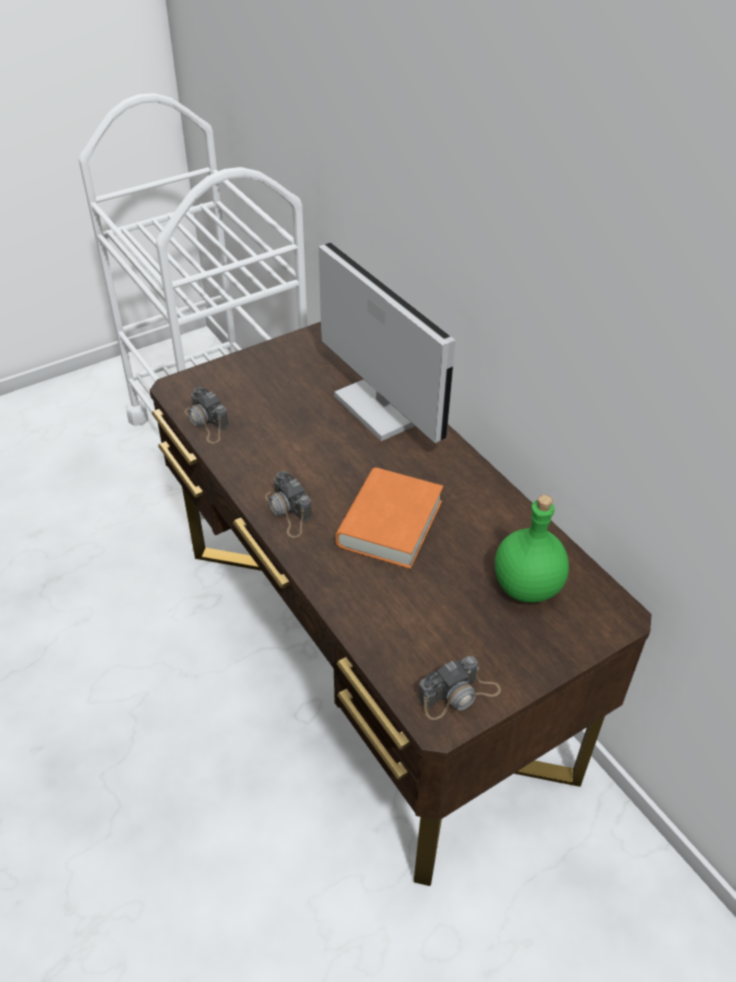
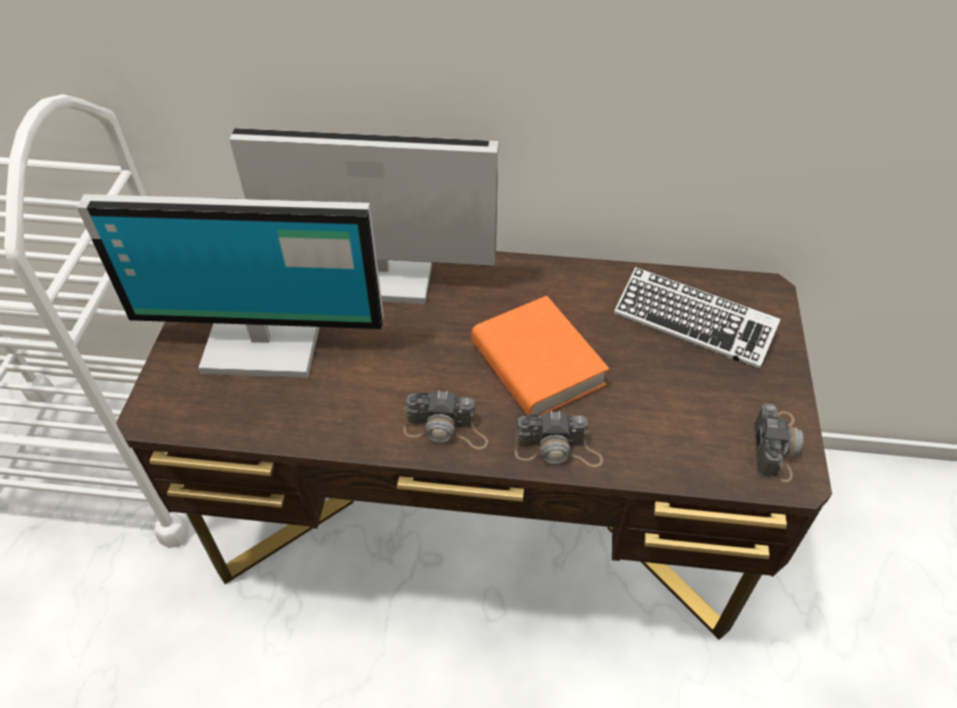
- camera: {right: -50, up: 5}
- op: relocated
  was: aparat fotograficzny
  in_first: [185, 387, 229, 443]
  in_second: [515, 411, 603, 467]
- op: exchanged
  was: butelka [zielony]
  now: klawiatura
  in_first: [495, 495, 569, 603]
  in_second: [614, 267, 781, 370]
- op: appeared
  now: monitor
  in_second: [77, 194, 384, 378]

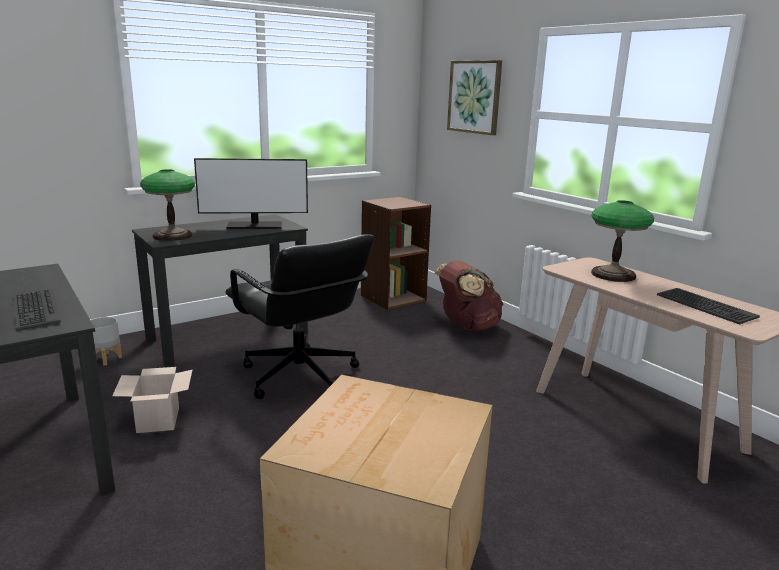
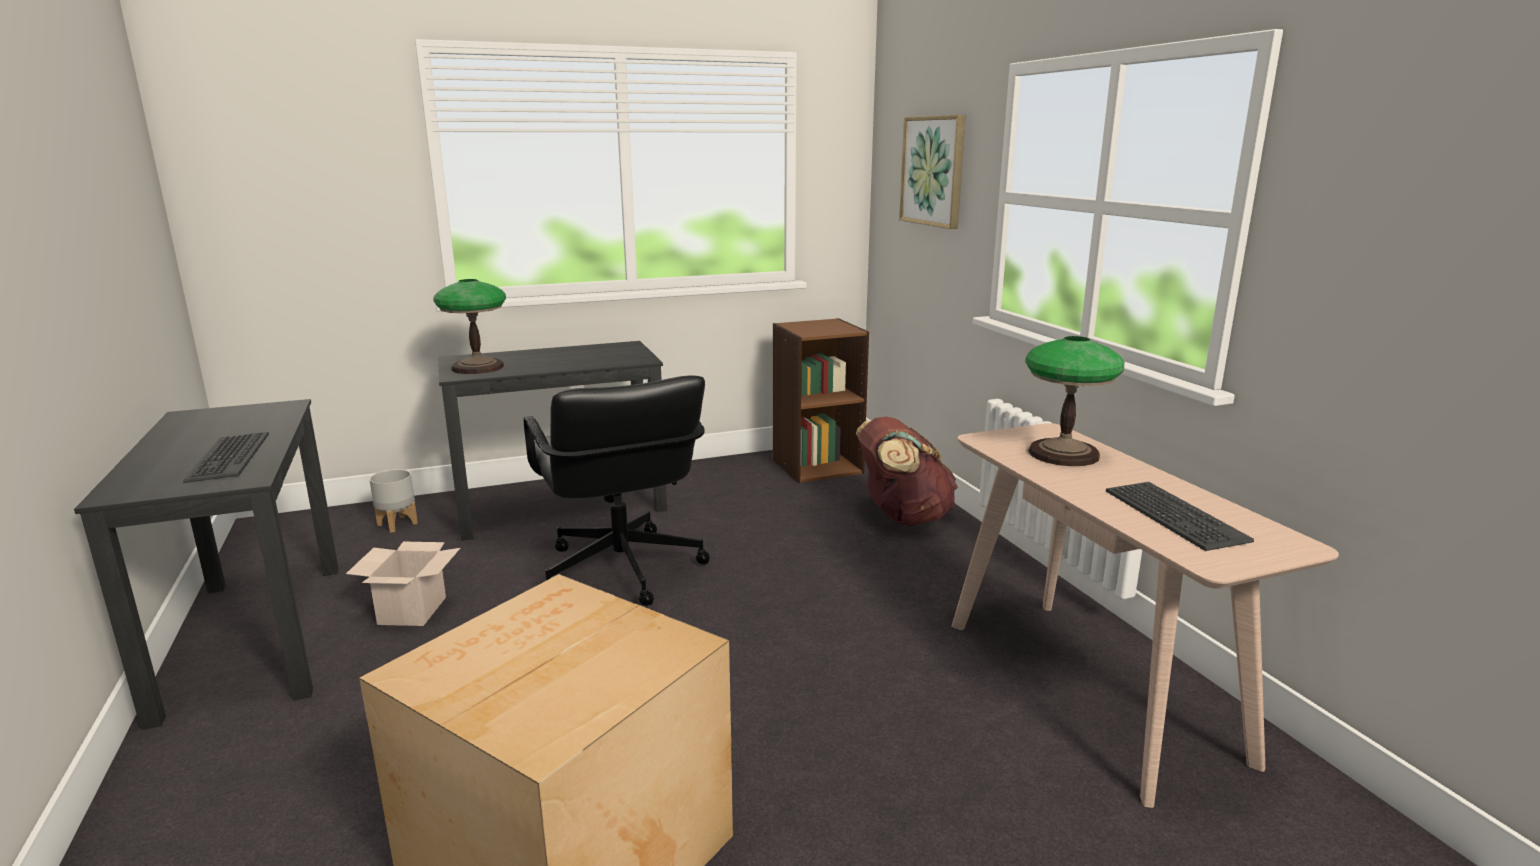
- camera: {right: 15, up: 0}
- op: missing
  was: monitor
  in_first: [194, 158, 308, 229]

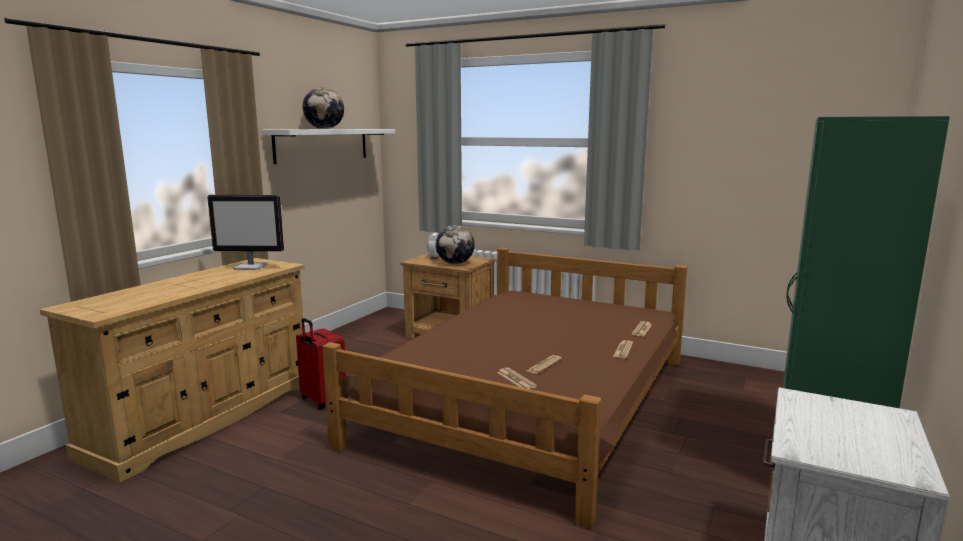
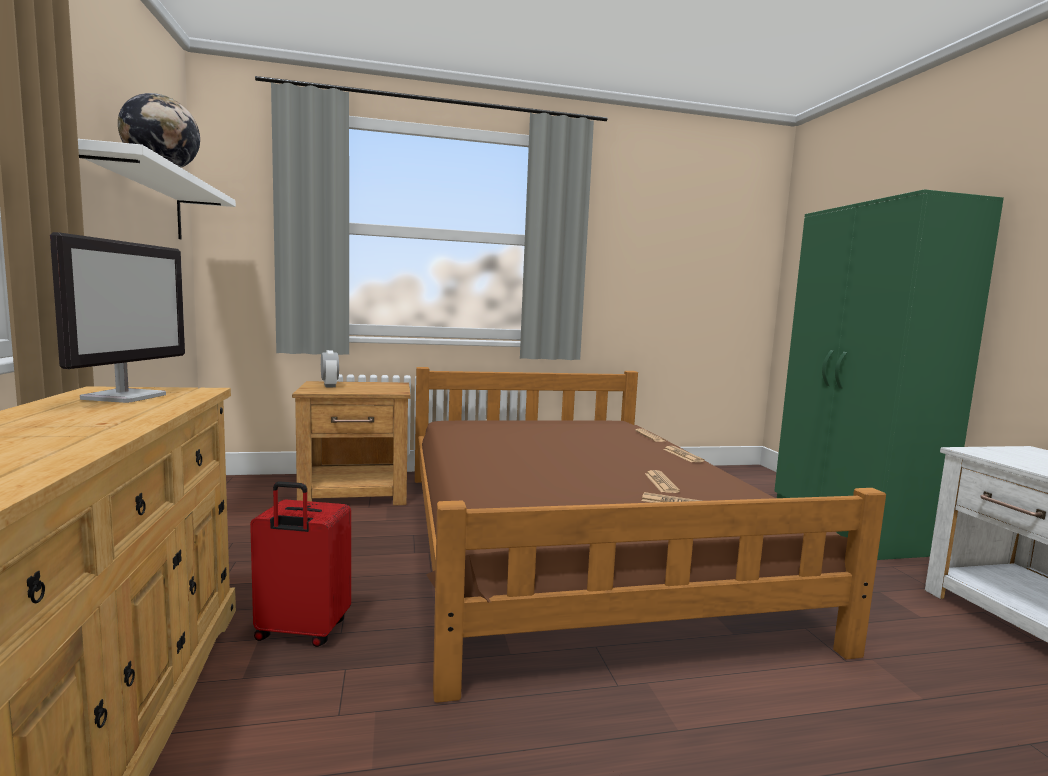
- camera: {right: -40, up: -5}
- op: spun
  was: monitor
  in_first: [207, 195, 284, 270]
  in_second: [50, 232, 185, 403]
  clockwise: -45
- op: missing
  was: globus
  in_first: [436, 225, 475, 264]

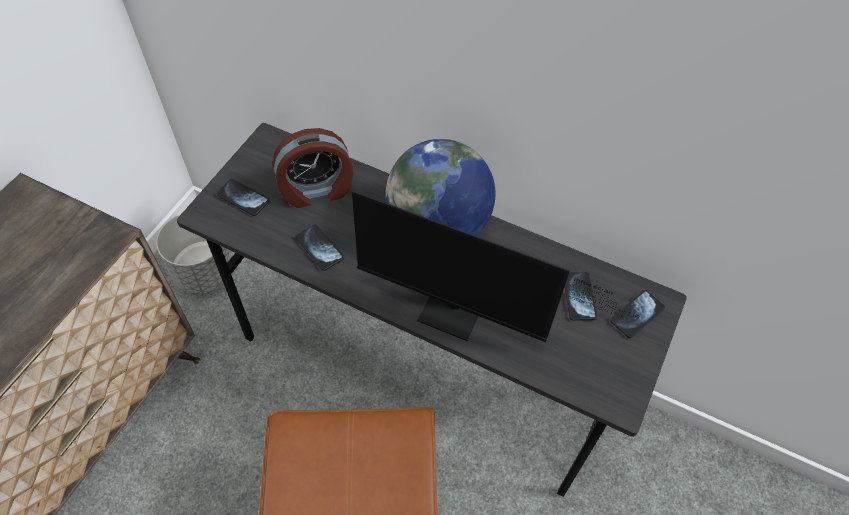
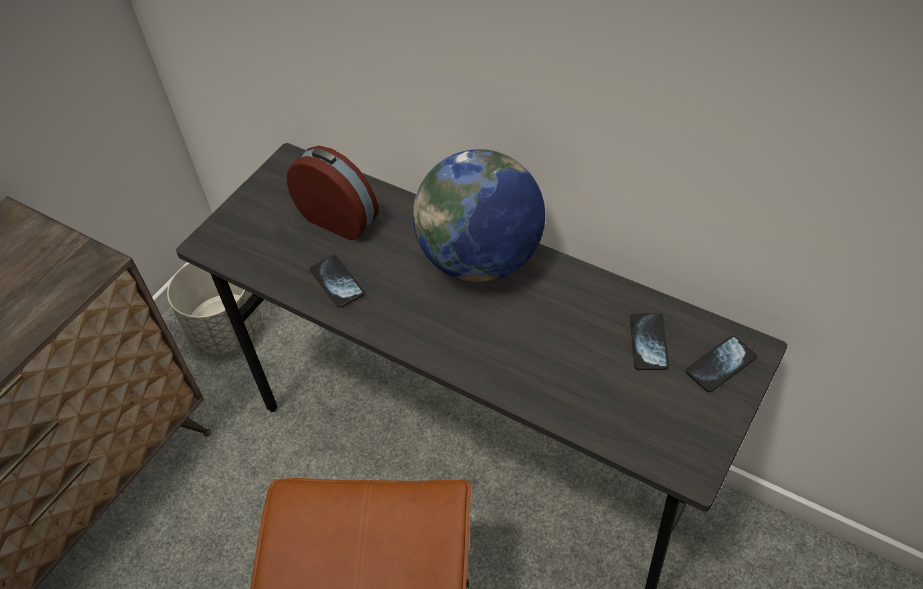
- camera: {right: 10, up: -5}
- op: missing
  was: telefon
  in_first: [217, 179, 270, 216]
- op: spun
  was: budzik
  in_first: [273, 128, 353, 208]
  in_second: [287, 146, 379, 240]
  clockwise: -135
- op: missing
  was: monitor
  in_first: [352, 191, 636, 342]

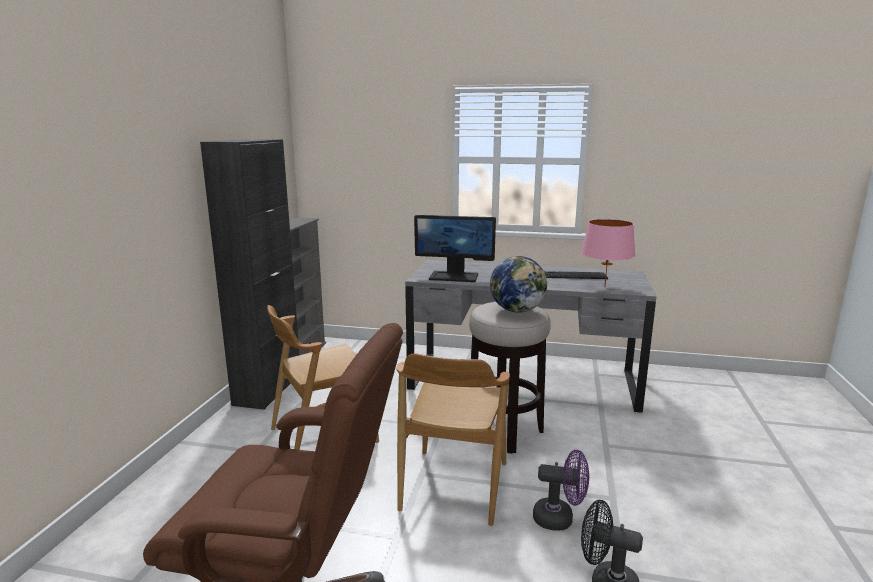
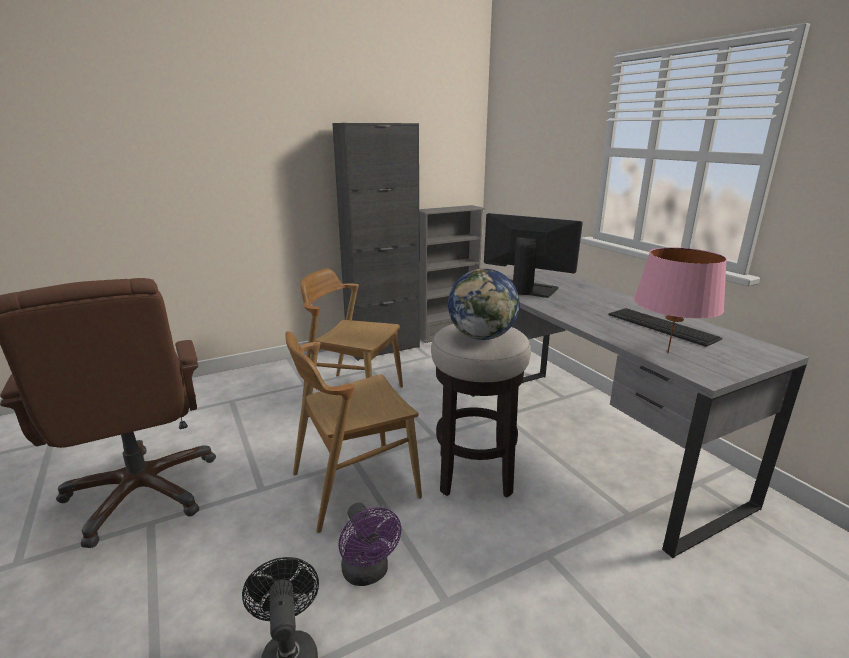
- camera: {right: 50, up: 5}
- op: spun
  was: monitor
  in_first: [414, 215, 496, 282]
  in_second: [484, 213, 583, 298]
  clockwise: 150

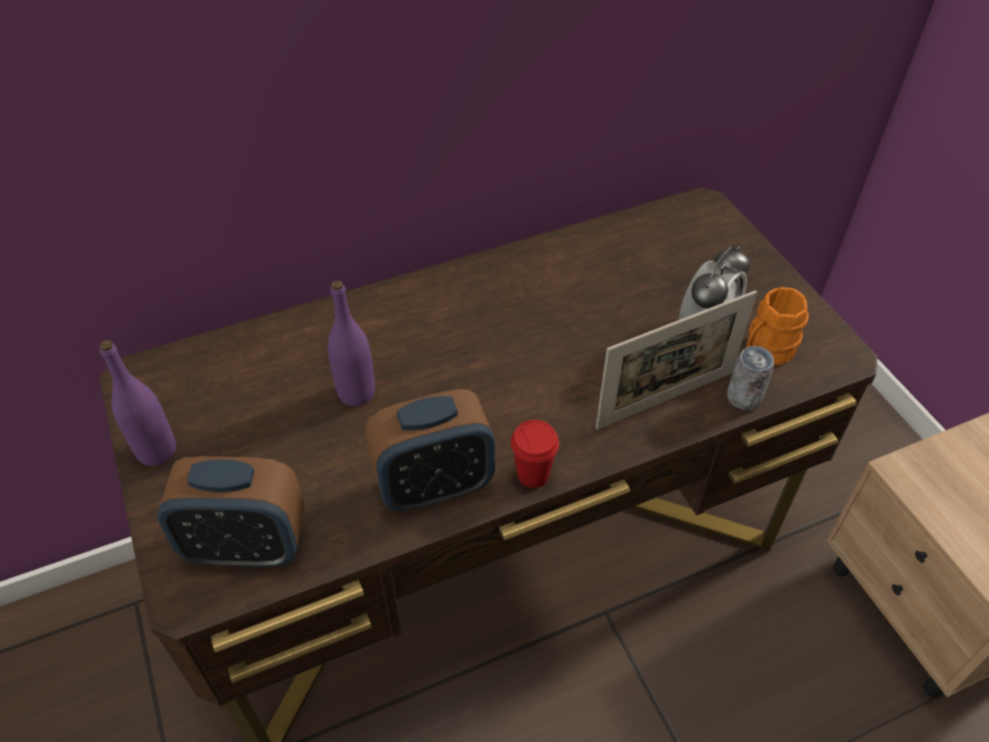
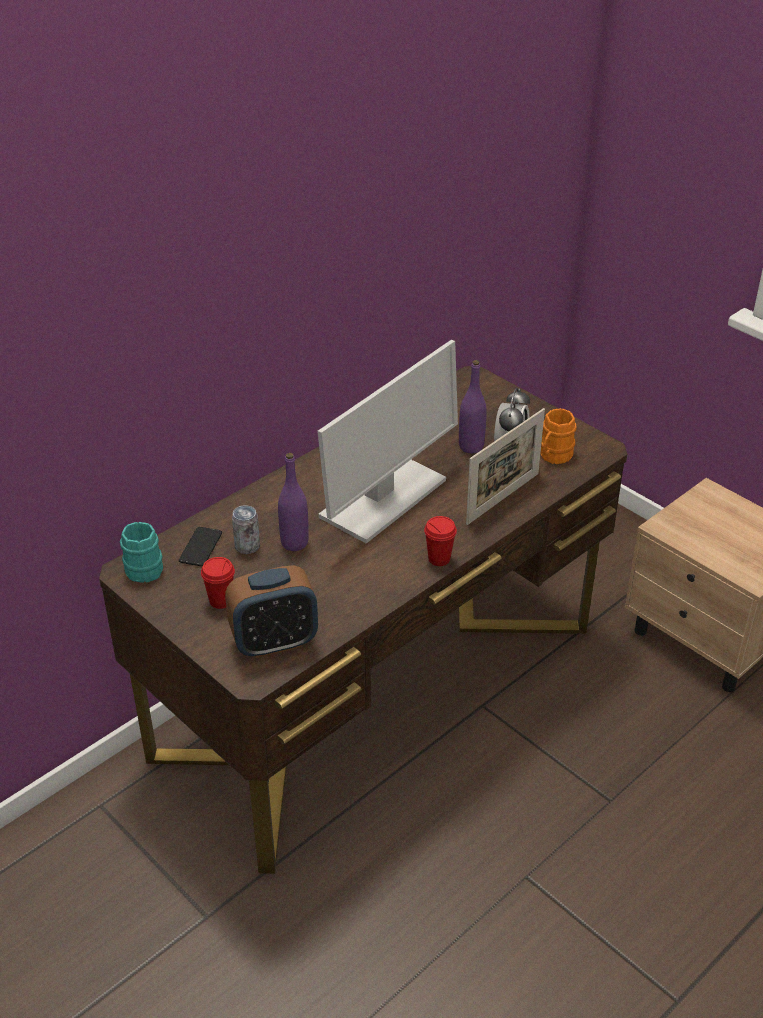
- camera: {right: -20, up: -10}
- op: relocated
  was: butelka [fioletowy]
  in_first: [99, 340, 176, 466]
  in_second: [459, 360, 487, 453]
- op: missing
  was: budzik
  in_first: [365, 389, 495, 511]
- op: relocated
  was: puszka
  in_first: [727, 346, 774, 411]
  in_second: [232, 505, 260, 554]
- op: appeared
  now: kubek [turkusowy]
  in_second: [120, 522, 163, 583]
- op: appeared
  now: telefon
  in_second: [179, 527, 222, 566]
- op: appeared
  now: filiżanka [czerwony]
  in_second: [201, 557, 235, 609]
- op: appeared
  now: monitor
  in_second: [317, 340, 458, 544]

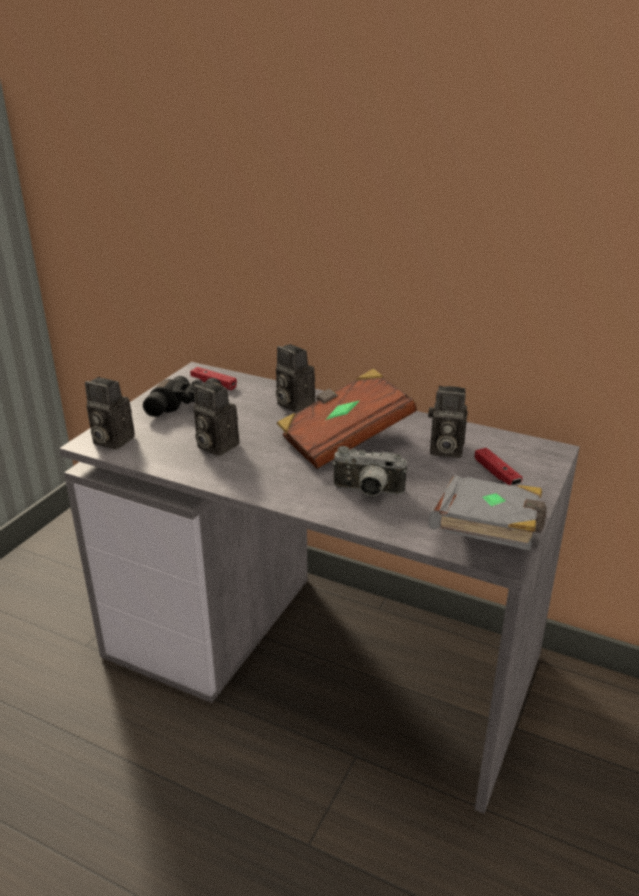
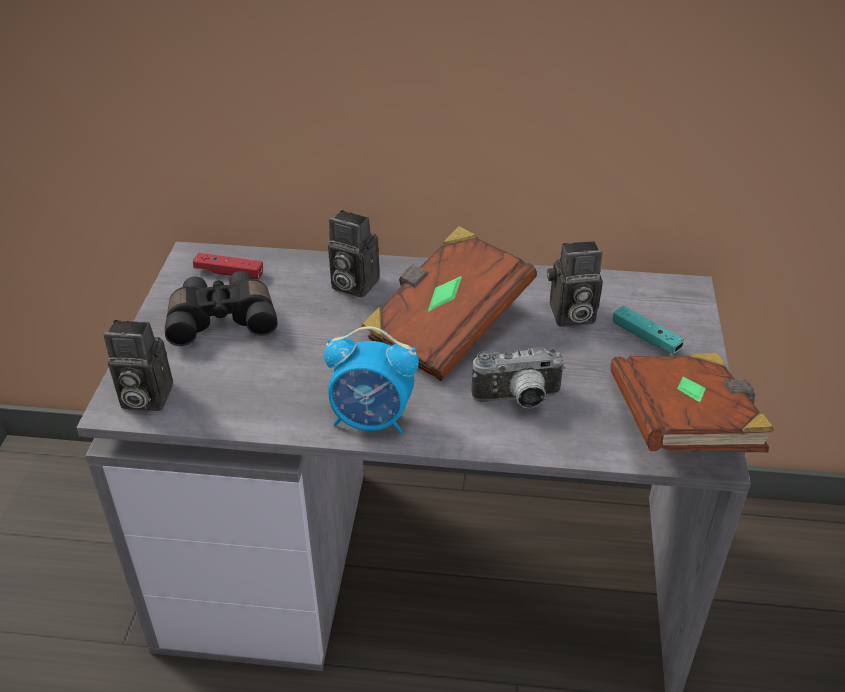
- camera: {right: -20, up: 10}
- op: missing
  was: aparat fotograficzny
  in_first: [194, 381, 239, 456]
- op: colour
  was: książka [szary]
  now: książka [brązowy]
  in_first: [429, 475, 547, 551]
  in_second: [610, 353, 774, 452]
- op: colour
  was: pad do gier [czerwony]
  now: pad do gier [turkusowy]
  in_first: [475, 448, 522, 486]
  in_second: [613, 306, 684, 354]
- op: appeared
  now: budzik
  in_second: [324, 326, 419, 434]

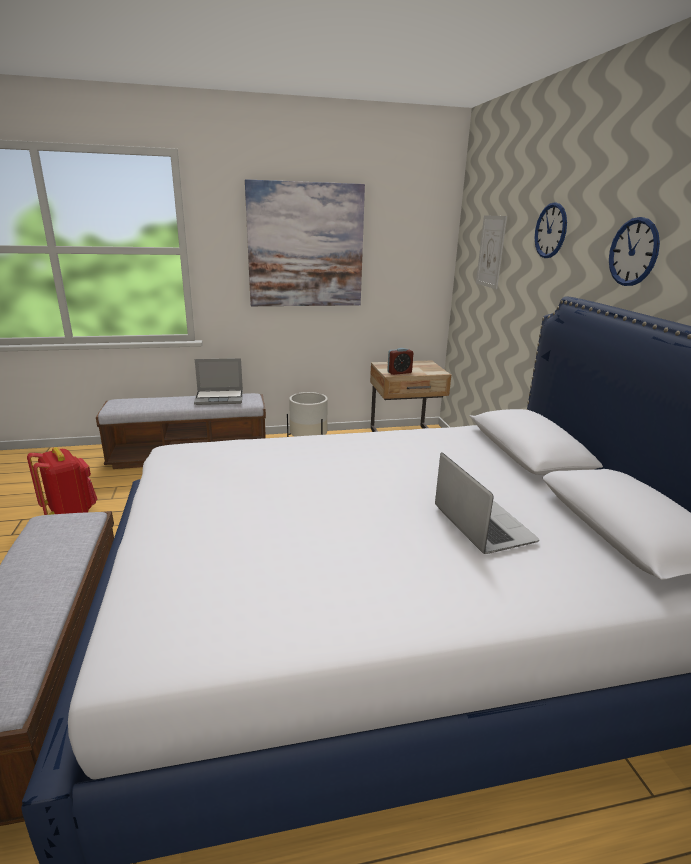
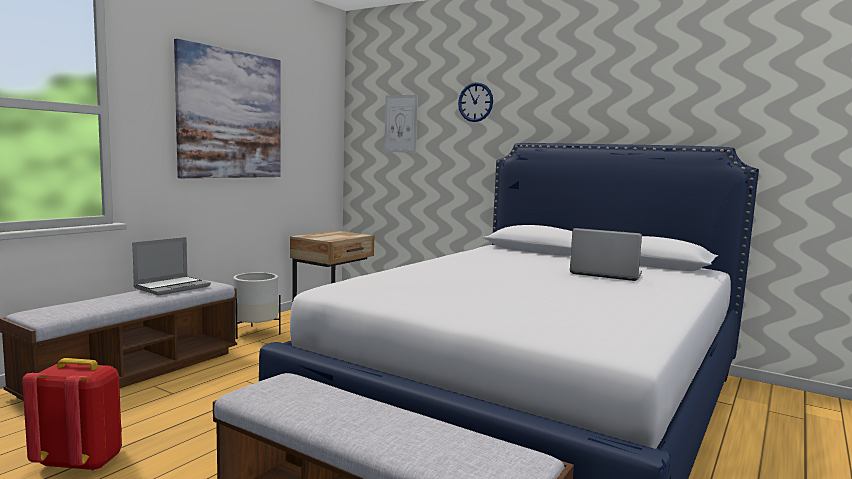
- camera: {right: -45, up: -15}
- op: missing
  was: budzik
  in_first: [387, 348, 413, 375]
- op: missing
  was: zegar ścienny
  in_first: [609, 217, 660, 286]

